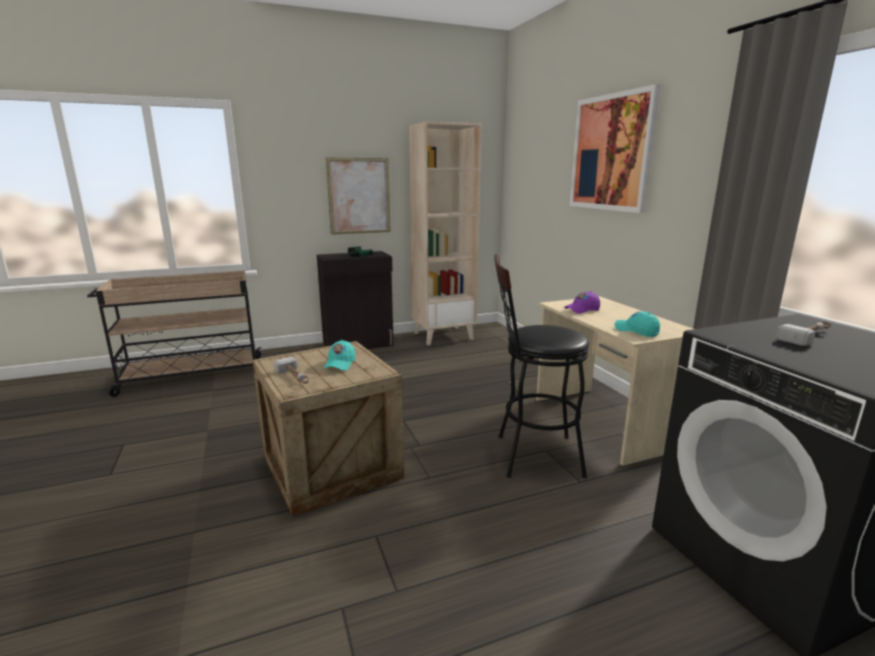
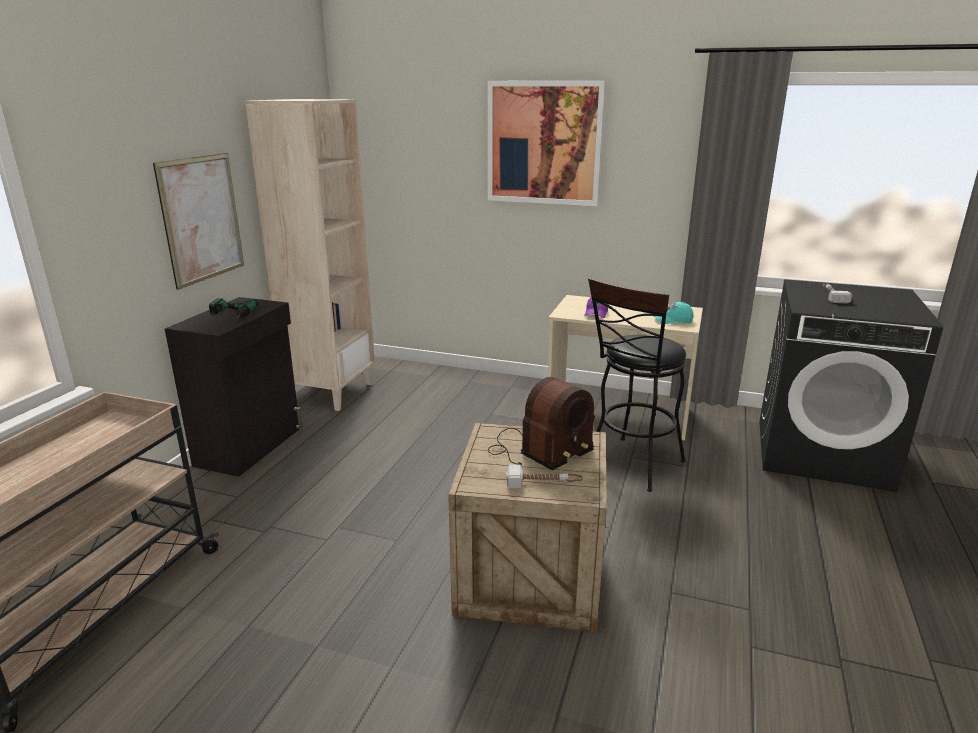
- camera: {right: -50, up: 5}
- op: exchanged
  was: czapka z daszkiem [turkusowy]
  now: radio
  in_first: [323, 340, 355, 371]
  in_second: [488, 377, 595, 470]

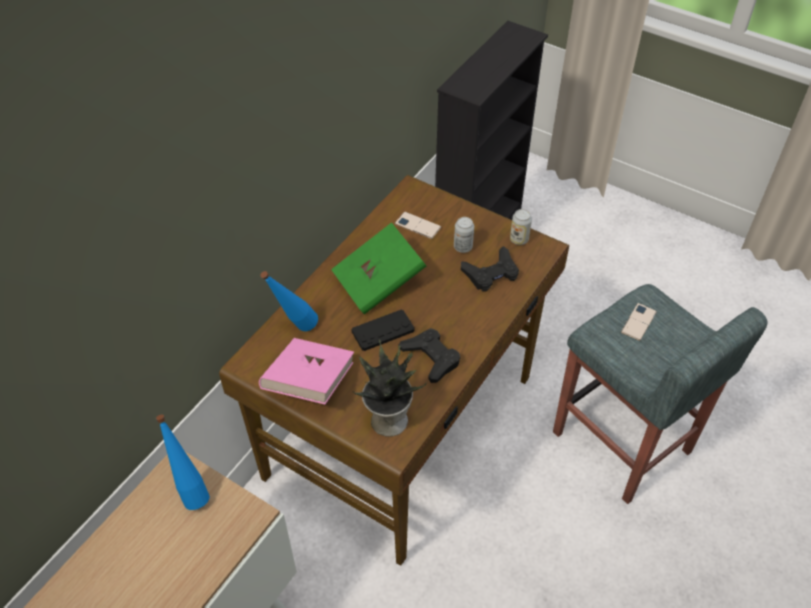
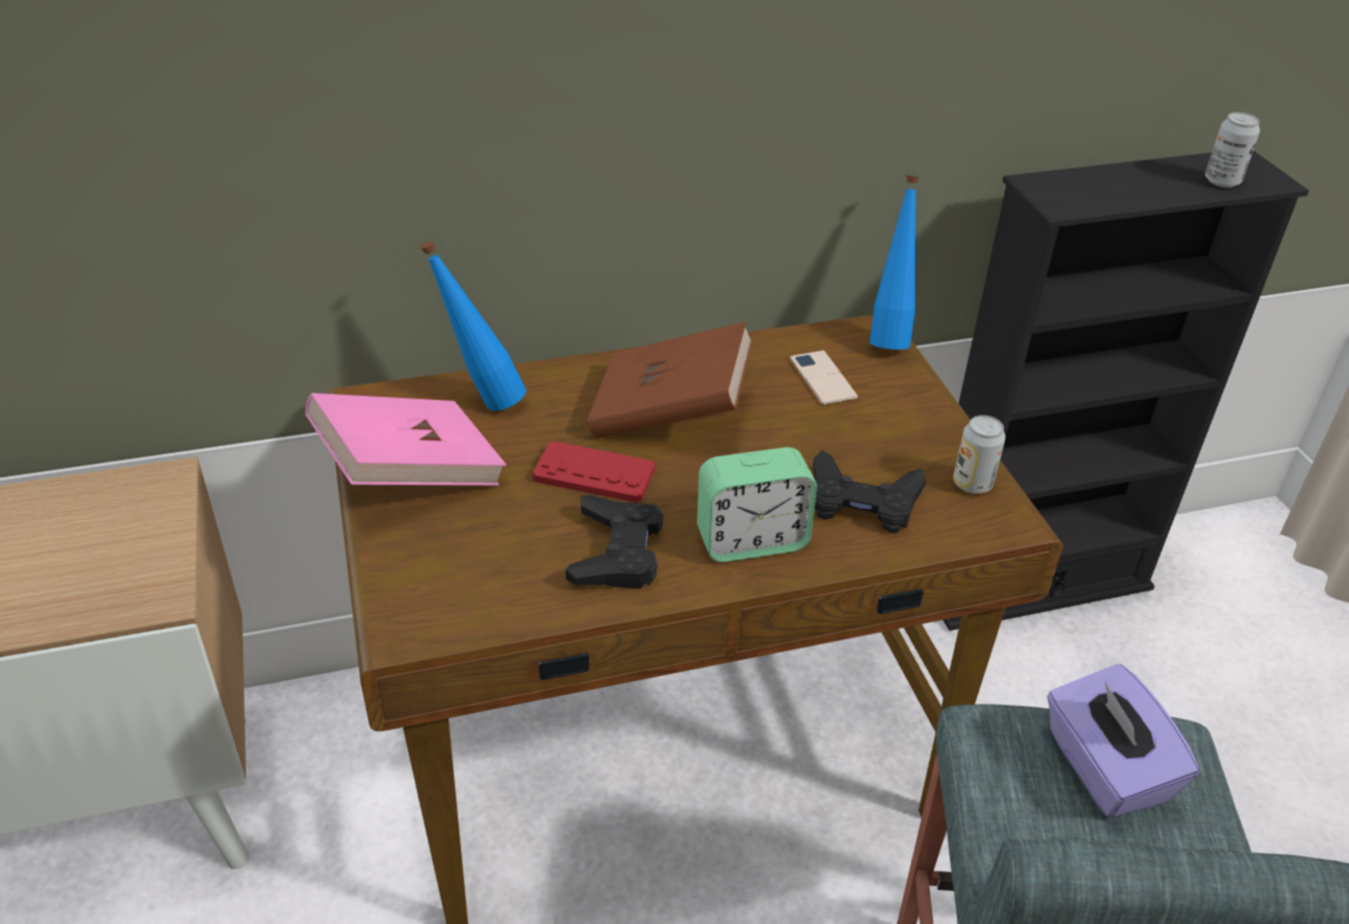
- camera: {right: 40, up: -10}
- op: relocated
  was: butelka [niebieski]
  in_first: [156, 415, 210, 510]
  in_second: [870, 175, 919, 350]
- op: colour
  was: książka [zielony]
  now: książka [brązowy]
  in_first: [331, 223, 426, 314]
  in_second: [587, 322, 754, 439]
- op: colour
  was: pad do gier [czarny]
  now: pad do gier [czerwony]
  in_first: [351, 310, 415, 351]
  in_second: [532, 441, 655, 503]
- op: missing
  was: roślina doniczkowa
  in_first: [353, 339, 427, 437]
- op: relocated
  was: puszka
  in_first: [454, 217, 474, 253]
  in_second: [1205, 112, 1260, 188]
- op: exchanged
  was: telefon
  now: pudełko chusteczek [fioletowy]
  in_first: [621, 303, 657, 341]
  in_second: [1047, 663, 1199, 818]
- op: appeared
  now: budzik
  in_second: [697, 447, 817, 562]

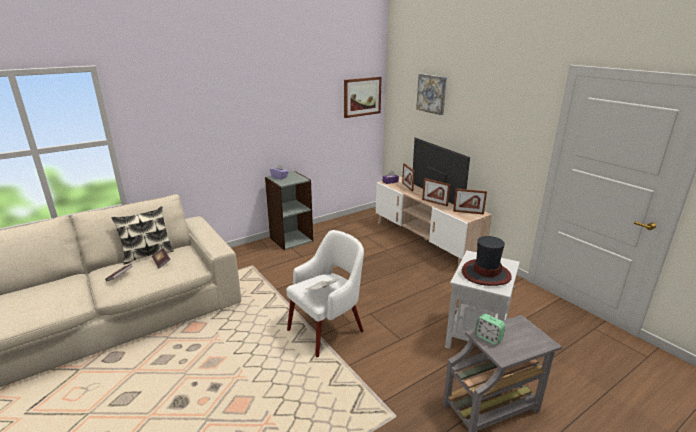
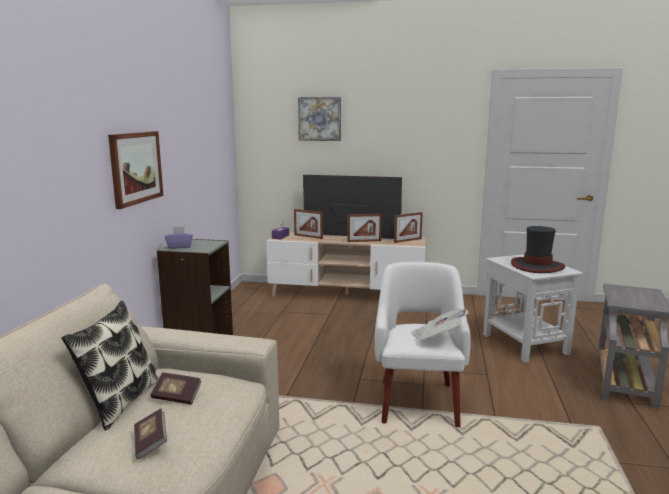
- camera: {right: -45, up: -10}
- op: relocated
  was: obraz
  in_first: [344, 77, 382, 118]
  in_second: [108, 131, 163, 209]
- op: missing
  was: budzik
  in_first: [475, 314, 505, 345]

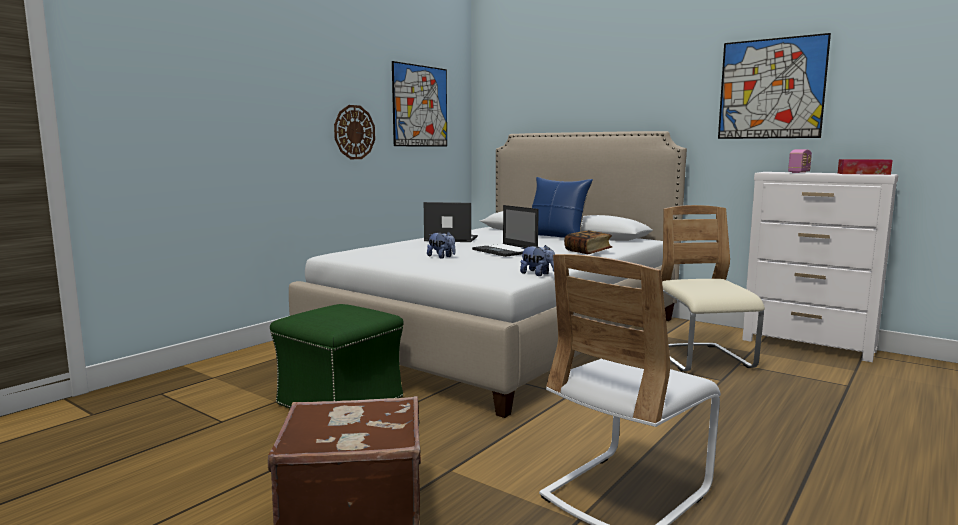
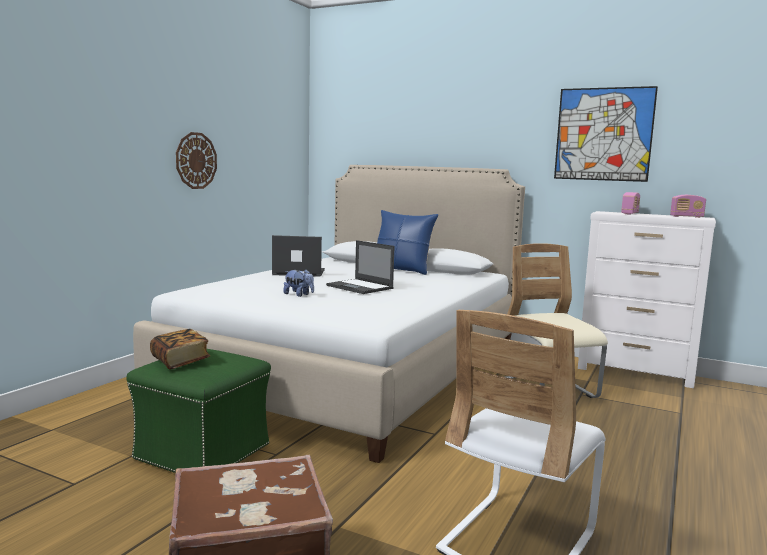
- camera: {right: -10, up: 0}
- op: missing
  was: obraz
  in_first: [392, 61, 447, 147]
- op: missing
  was: pluszak
  in_first: [520, 245, 555, 276]
- op: relocated
  was: książka
  in_first: [564, 230, 612, 254]
  in_second: [150, 329, 210, 370]
- op: exchanged
  was: pudełko chusteczek
  now: radio
  in_first: [838, 159, 893, 175]
  in_second: [670, 195, 706, 218]

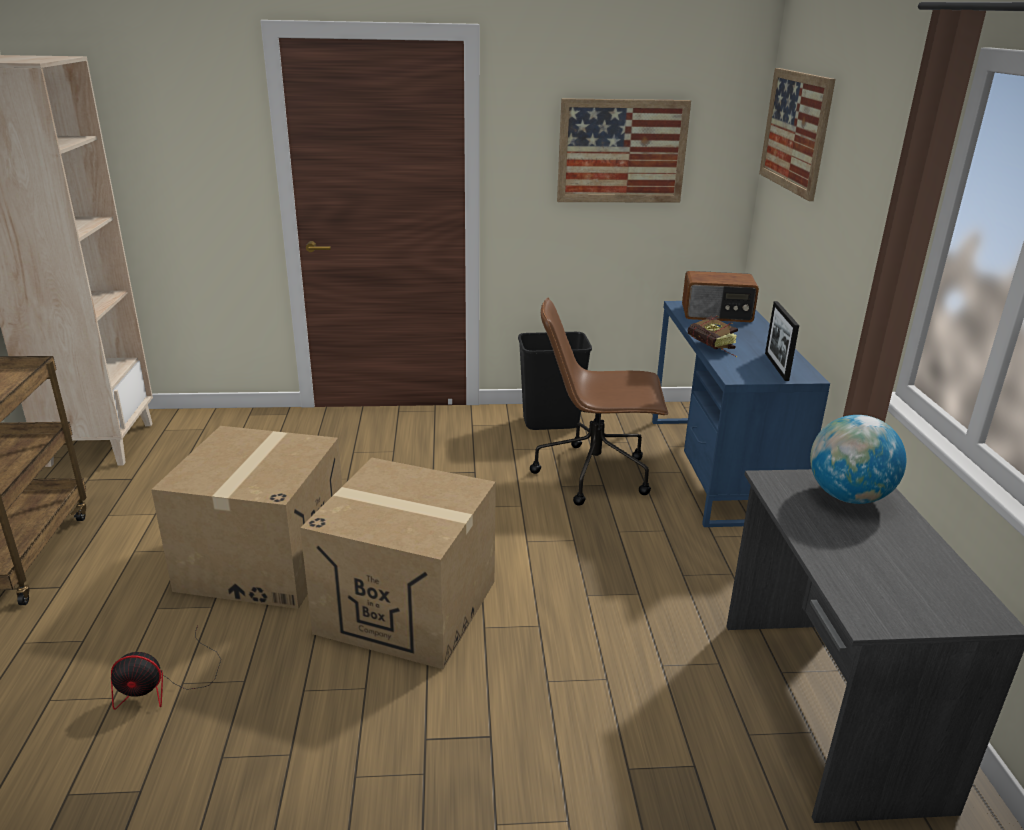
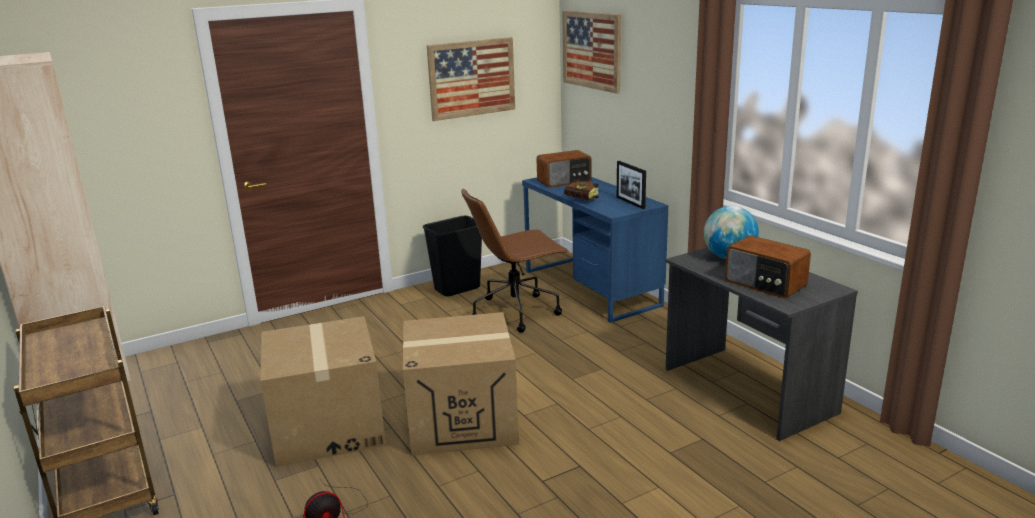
- camera: {right: -25, up: -5}
- op: appeared
  now: radio
  in_second: [725, 236, 811, 298]

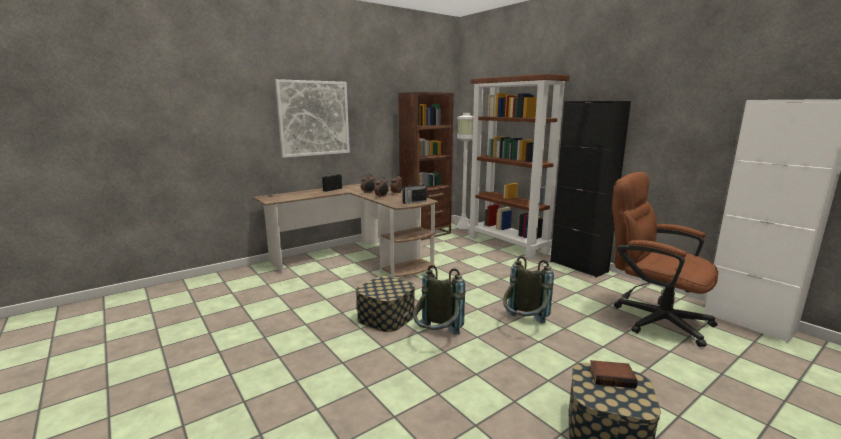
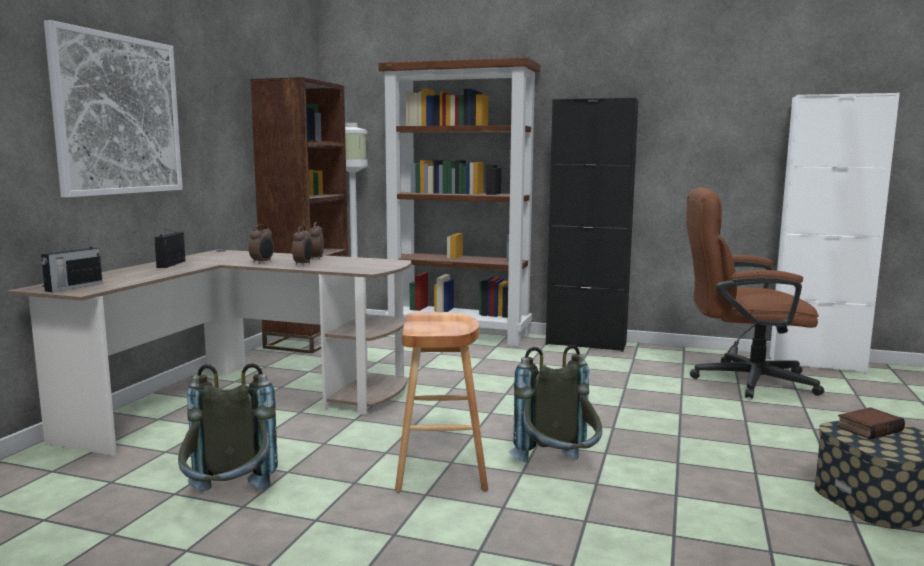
- camera: {right: -35, up: -5}
- op: exchanged
  was: pojemnik do przechowywania
  now: stołek [brązowy]
  in_first: [356, 276, 415, 332]
  in_second: [395, 312, 488, 492]
- op: relocated
  was: radio
  in_first: [402, 181, 427, 204]
  in_second: [41, 239, 103, 292]
- op: relocated
  was: plecak [szary]
  in_first: [503, 256, 554, 324]
  in_second: [178, 363, 278, 491]

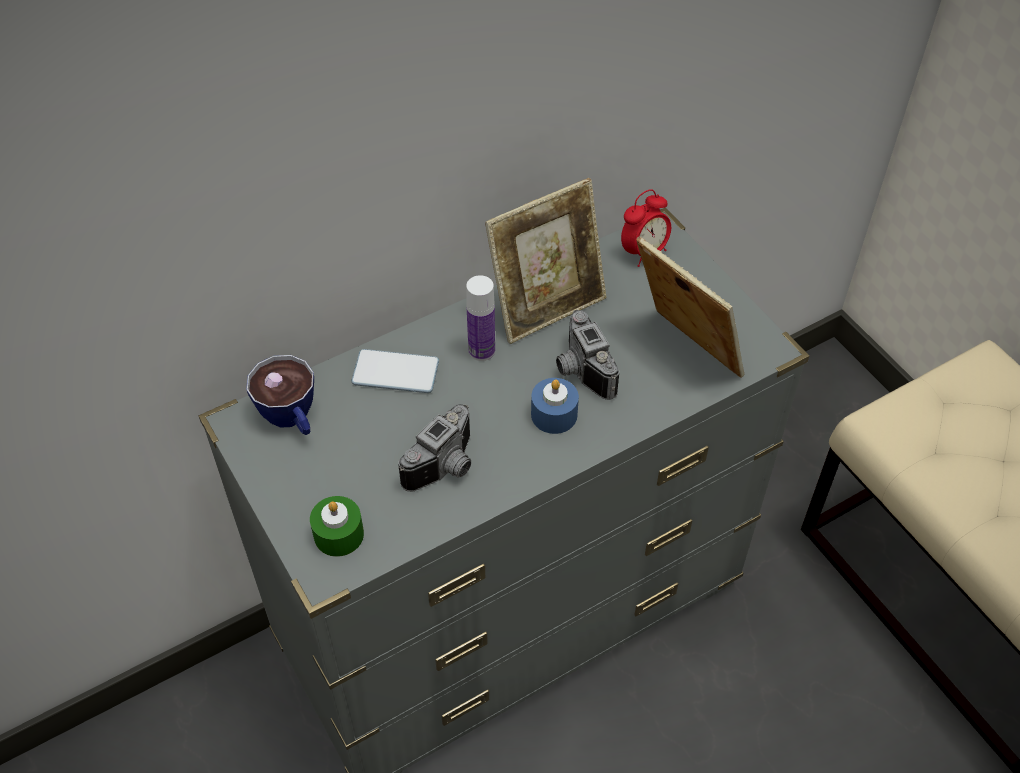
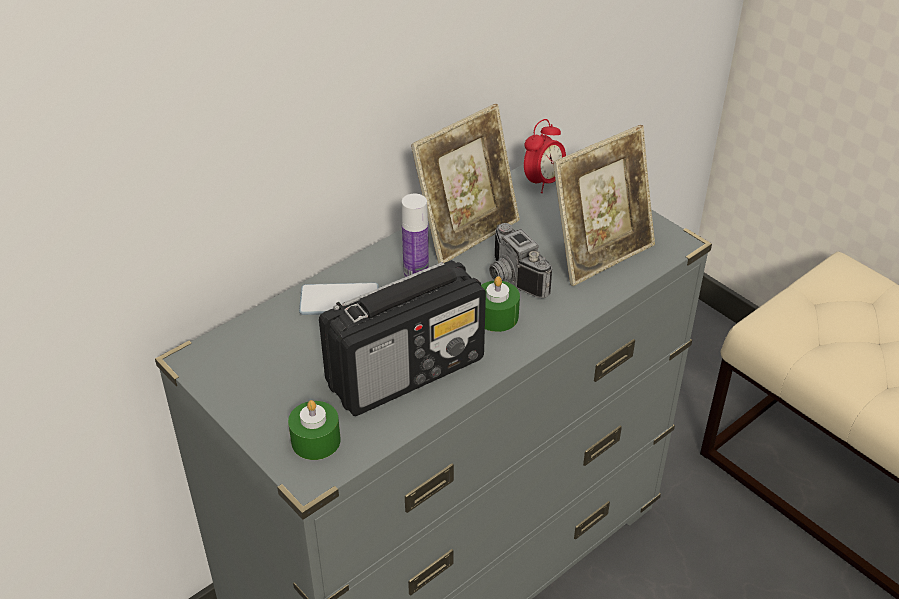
- camera: {right: -10, up: -10}
- op: missing
  was: filiżanka
  in_first: [246, 355, 314, 435]
- op: exchanged
  was: aparat fotograficzny
  now: radio
  in_first: [398, 404, 471, 492]
  in_second: [319, 260, 486, 416]
- op: colour
  was: świeca [niebieski]
  now: świeca [zielony]
  in_first: [531, 378, 579, 434]
  in_second: [481, 276, 520, 332]
- op: spun
  was: ramka na zdjęcie
  in_first: [636, 236, 744, 378]
  in_second: [553, 125, 655, 286]
  clockwise: 105

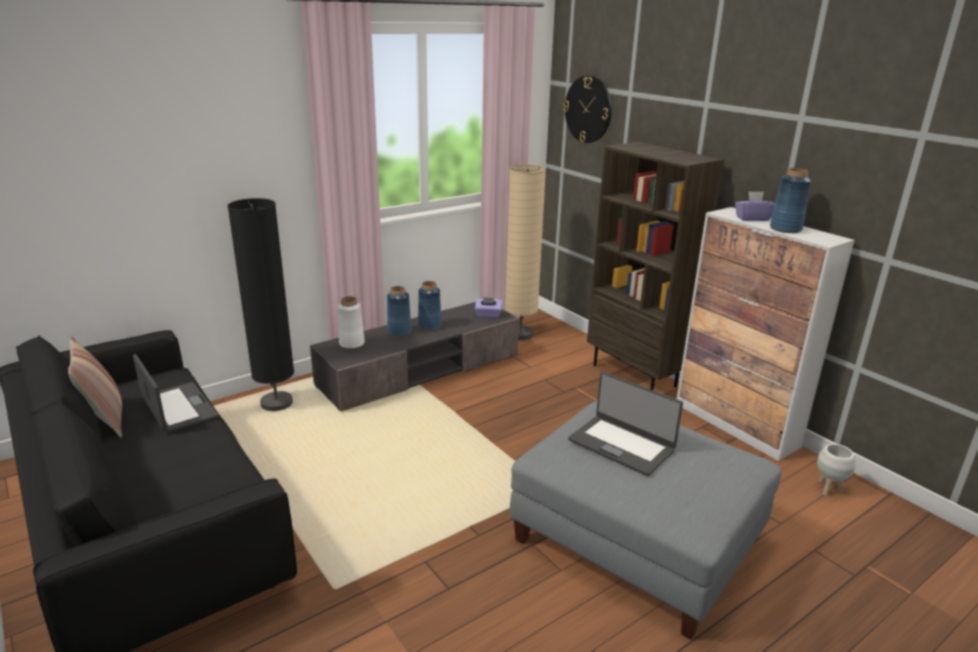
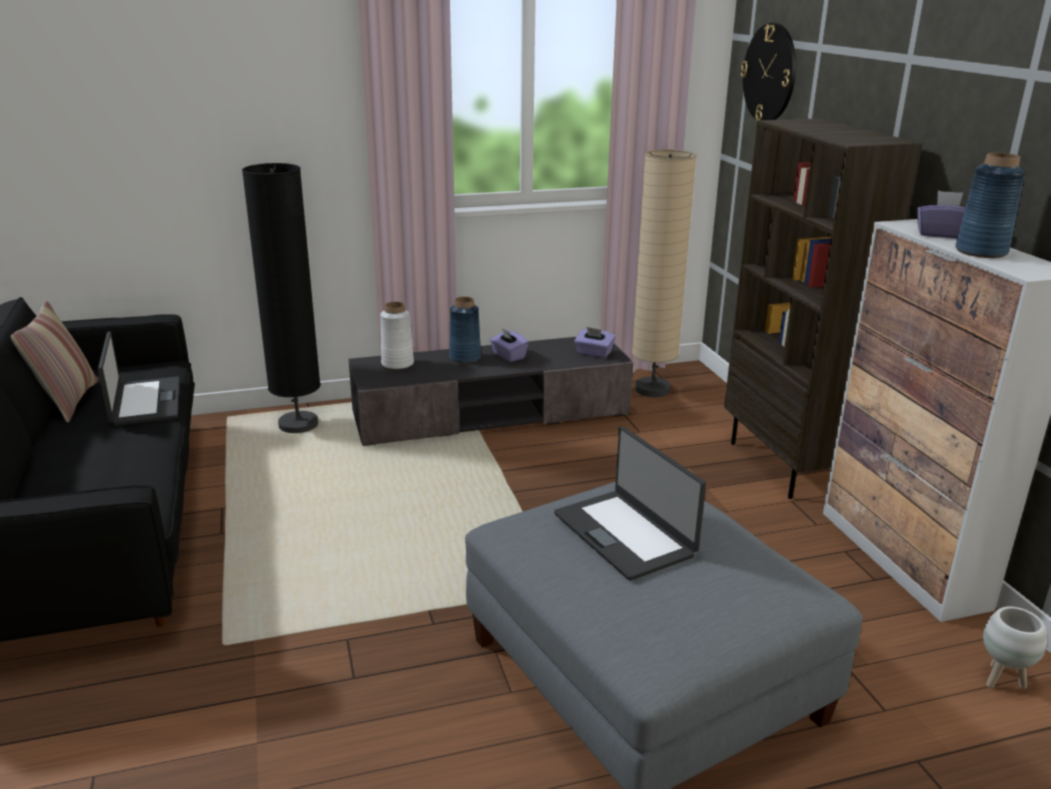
- camera: {right: 20, up: 0}
- op: exchanged
  was: wazon [niebieski]
  now: pudełko chusteczek [fioletowy]
  in_first: [418, 281, 442, 330]
  in_second: [490, 328, 529, 362]

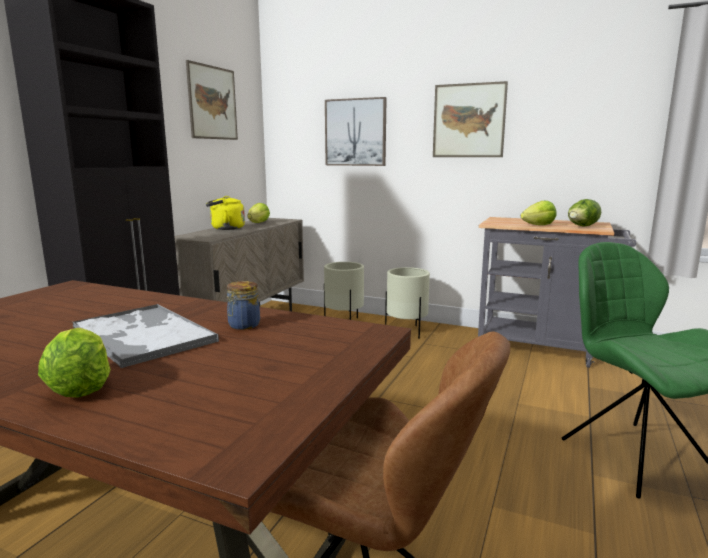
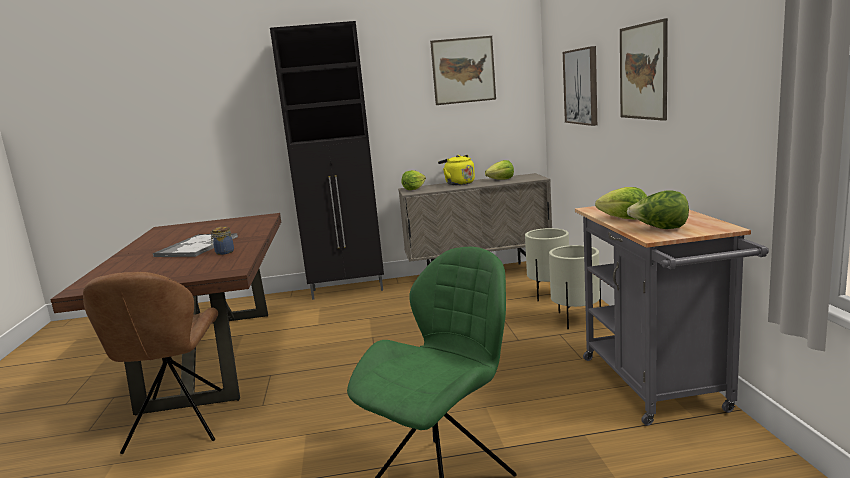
- camera: {right: 60, up: 0}
- op: relocated
  was: sałata
  in_first: [38, 328, 111, 398]
  in_second: [401, 170, 426, 190]

